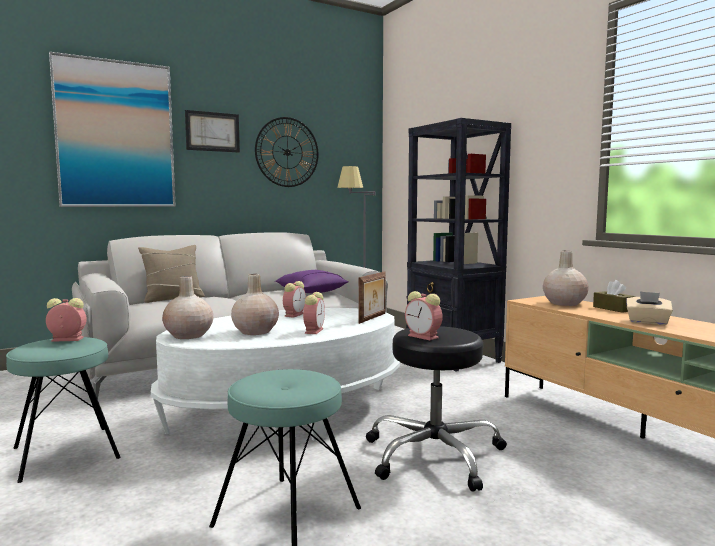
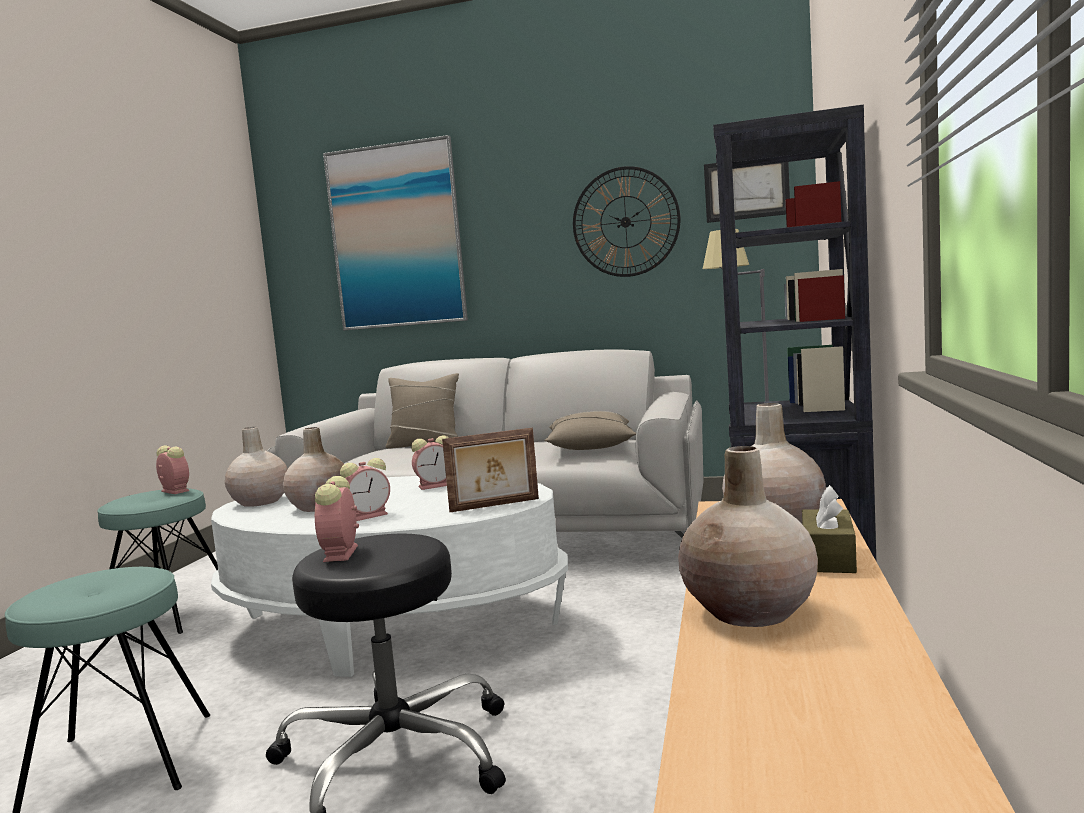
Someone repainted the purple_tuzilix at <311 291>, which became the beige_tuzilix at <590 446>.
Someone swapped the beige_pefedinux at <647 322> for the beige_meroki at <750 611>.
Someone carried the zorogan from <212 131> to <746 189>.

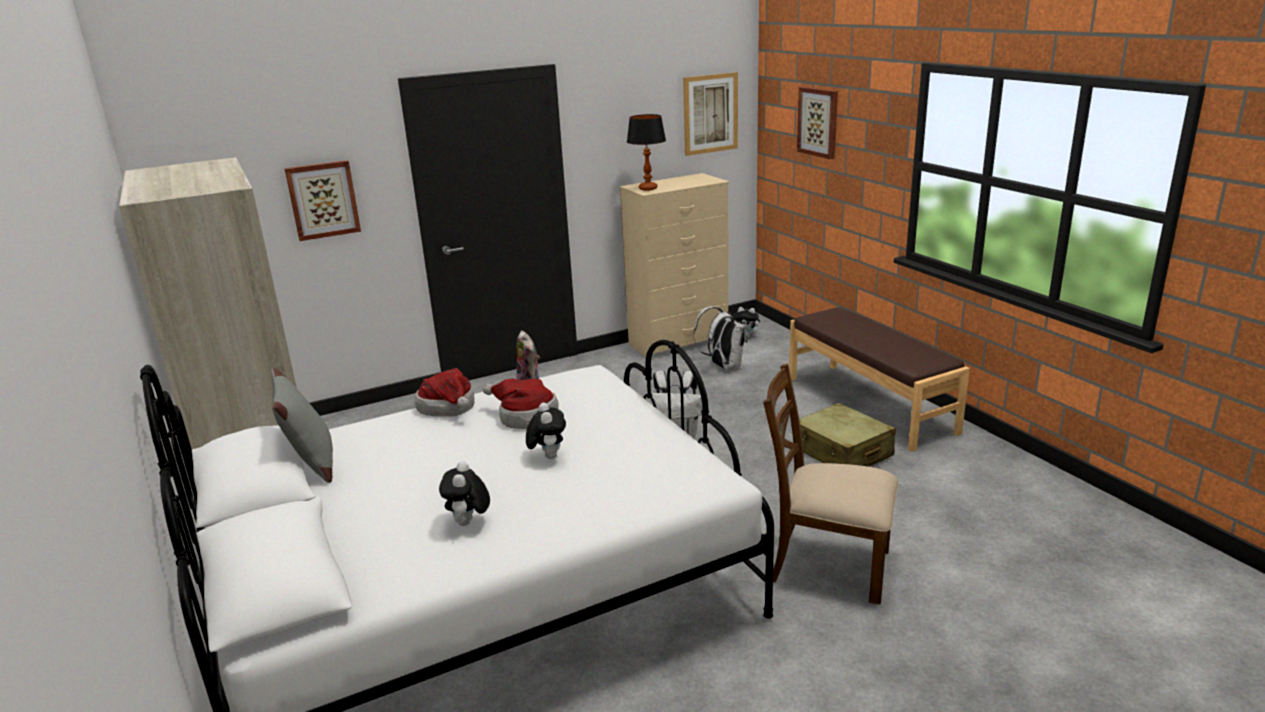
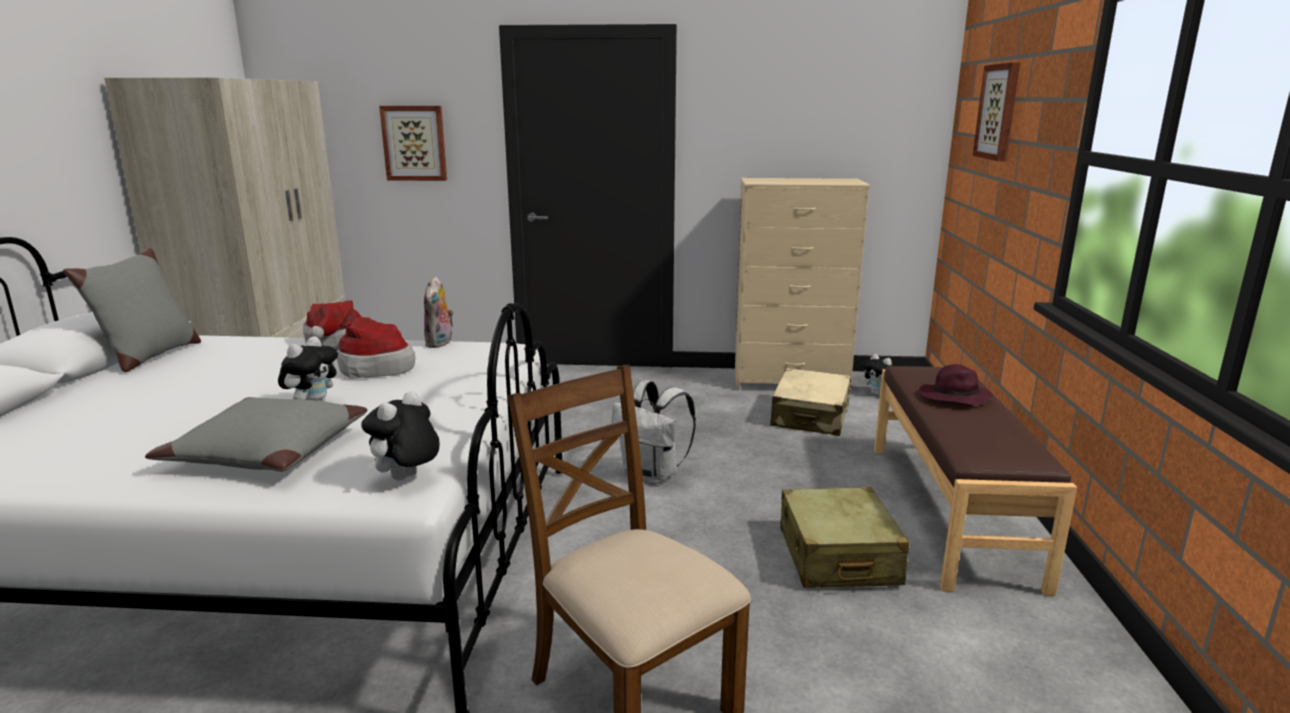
Someone put down the grey_tuzilix at <266 452>.
Someone carried the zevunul from <468 523> to <406 479>.
Someone swapped the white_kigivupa at <723 366> for the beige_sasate at <810 416>.
Someone put down the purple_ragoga at <953 398>.
Someone took away the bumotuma at <648 188>.
Someone took away the zorogan at <710 113>.

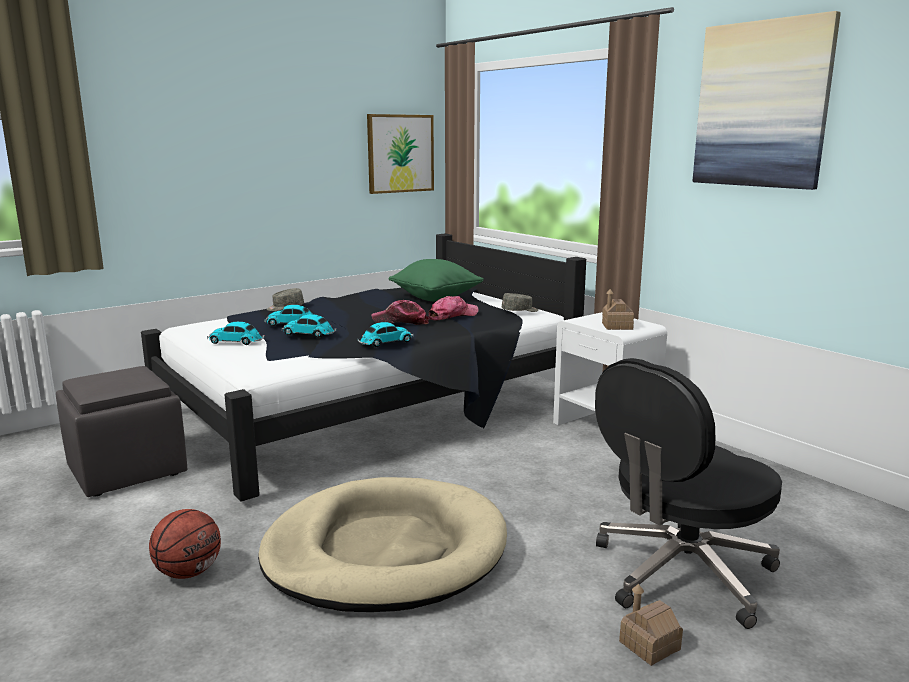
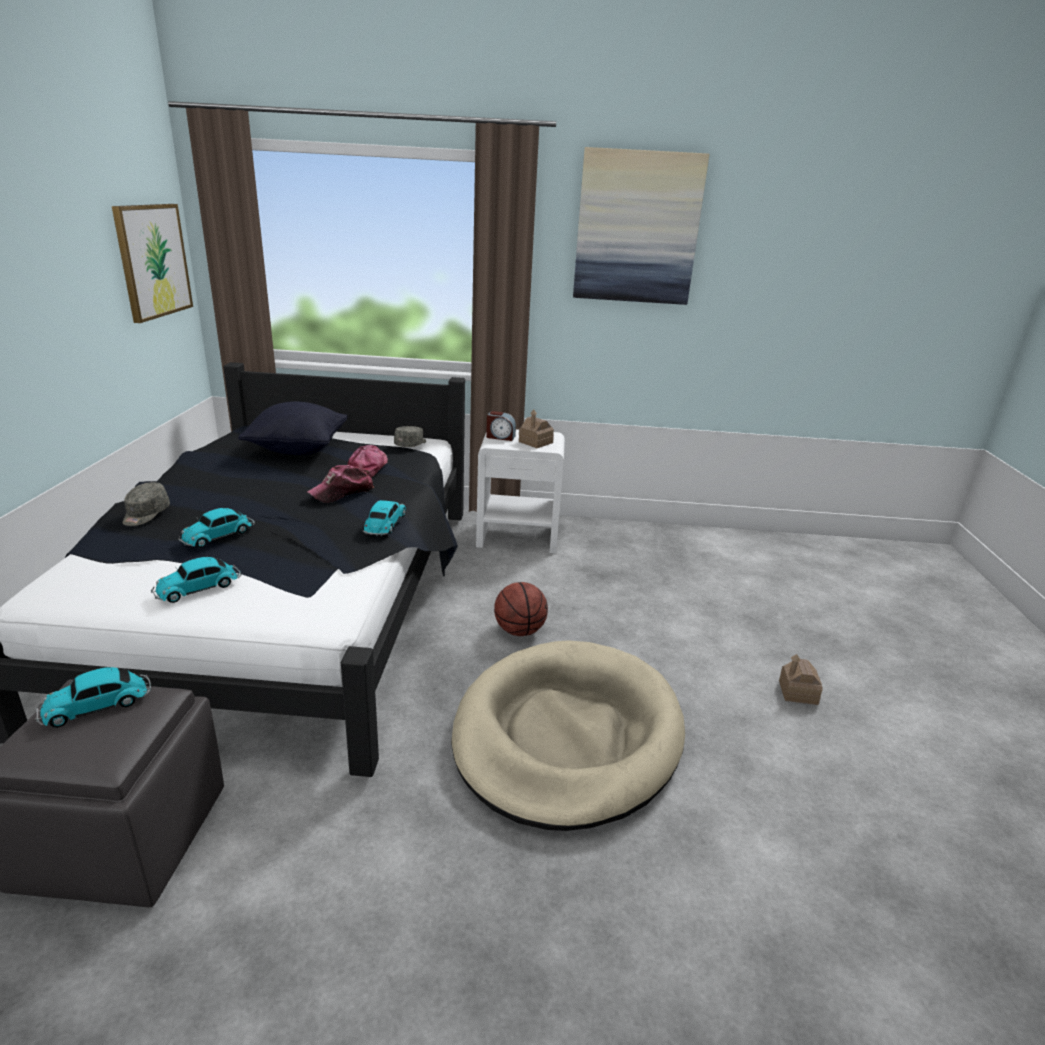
Someone carried the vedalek from <309 334> to <98 704>.
Someone repainted the green_tuzilix at <436 298>, which became the black_tuzilix at <298 449>.
Someone put down the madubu at <500 437>.
Someone carried the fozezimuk from <189 572> to <519 630>.
Someone took away the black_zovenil at <680 573>.

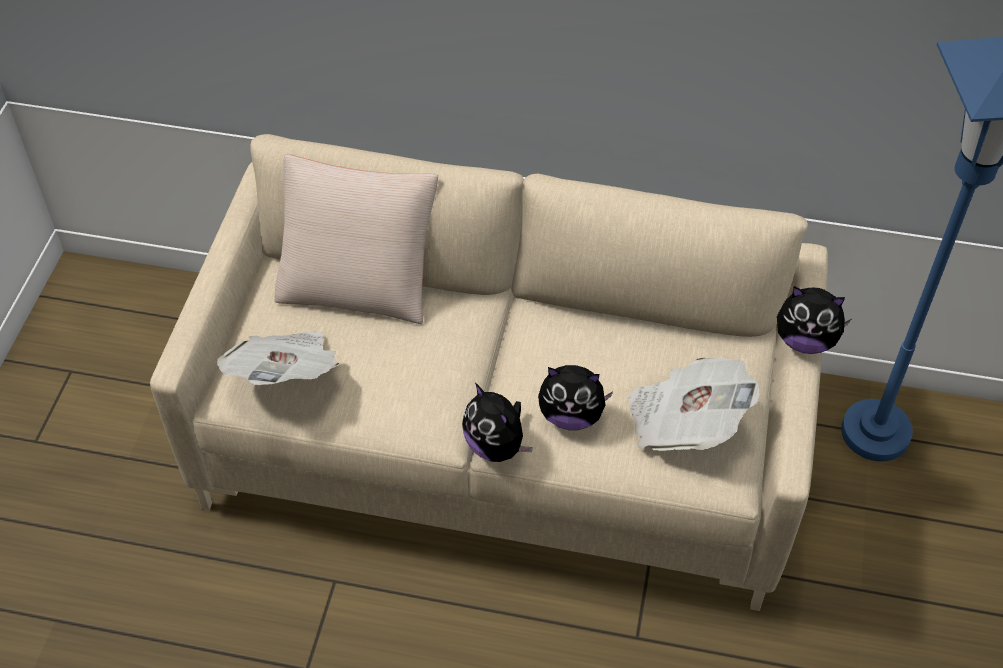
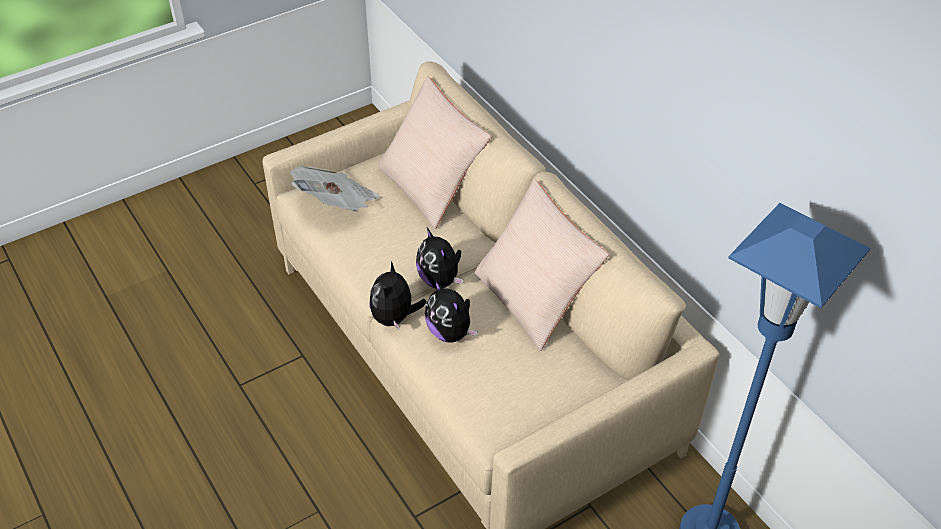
Someone carried the zevunul from <805 340> to <440 280>.
Someone put down the beige_tuzilix at <535 297>.
Someone took away the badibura at <685 422>.

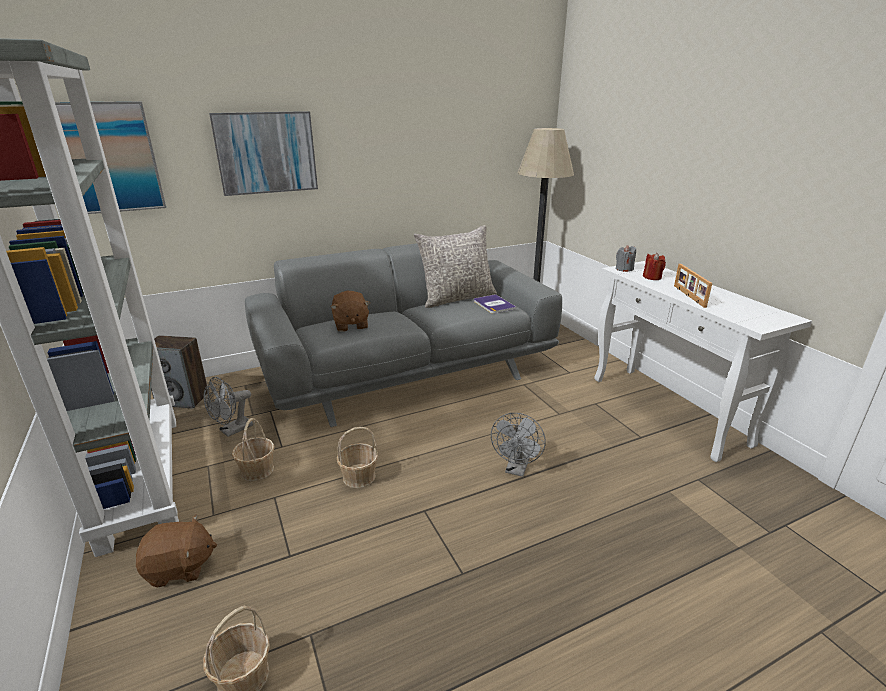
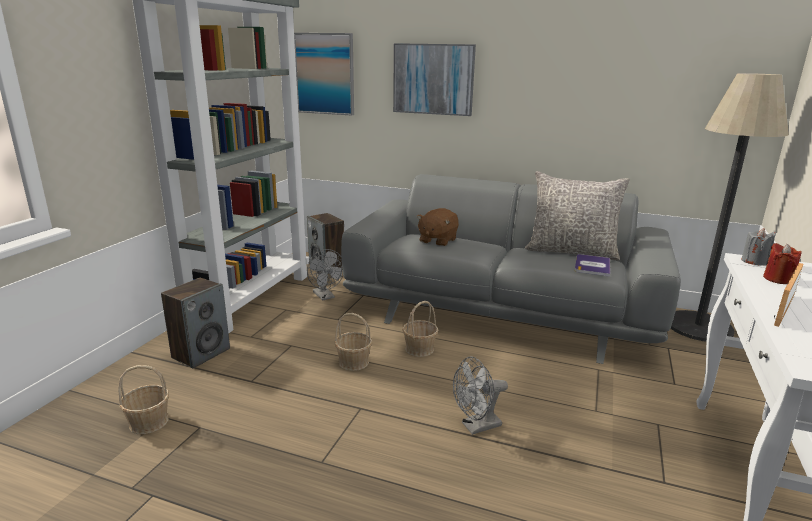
Someone swapped the brown_zevunul at <180 568> for the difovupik at <201 353>.
Someone rotated the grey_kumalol at <232 430> by 120 degrees counterclockwise.
Someone carried the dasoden from <257 470> to <419 349>.

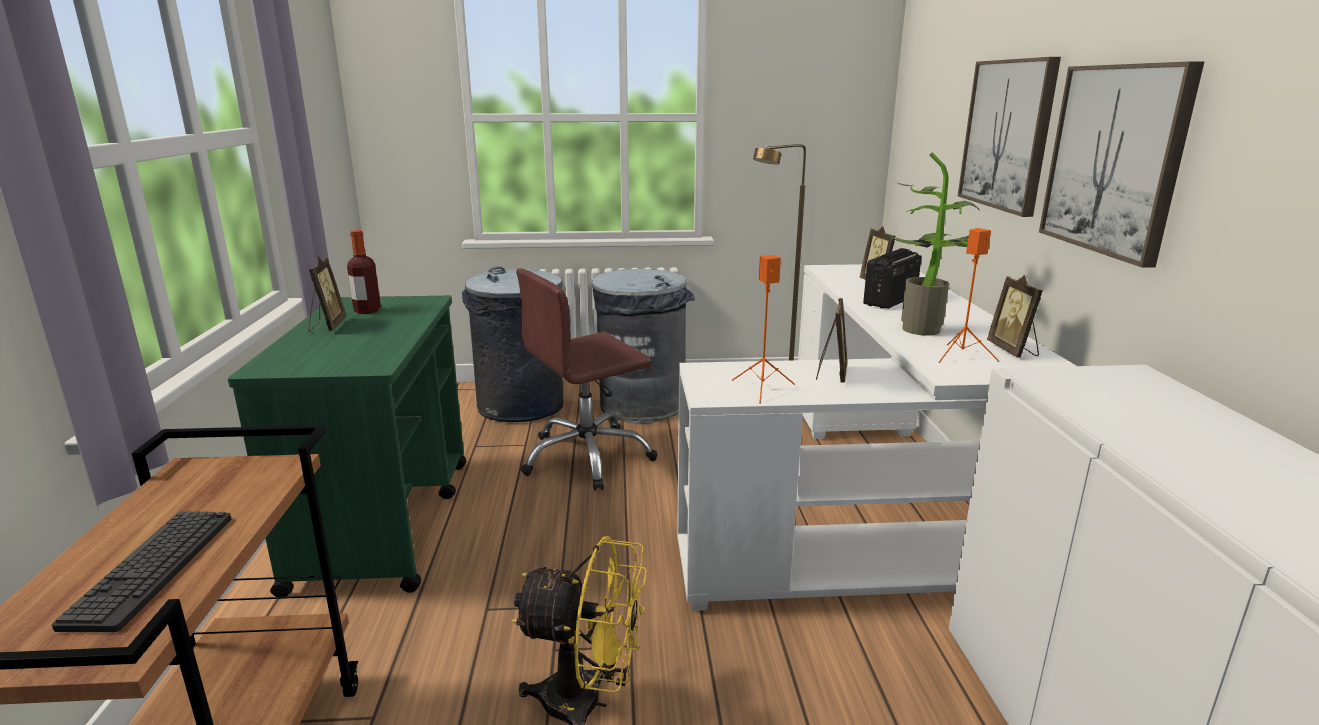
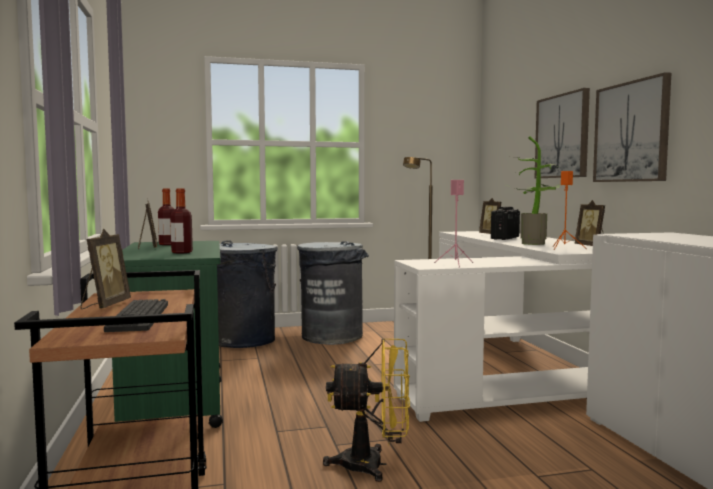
Someone carried the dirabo from <831 374> to <105 306>.
Someone put down the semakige at <182 252>.
Someone repainted the orange_difovupik at <762 389>, which became the pink_difovupik at <455 264>.
Someone took away the brown_zovenil at <587 457>.

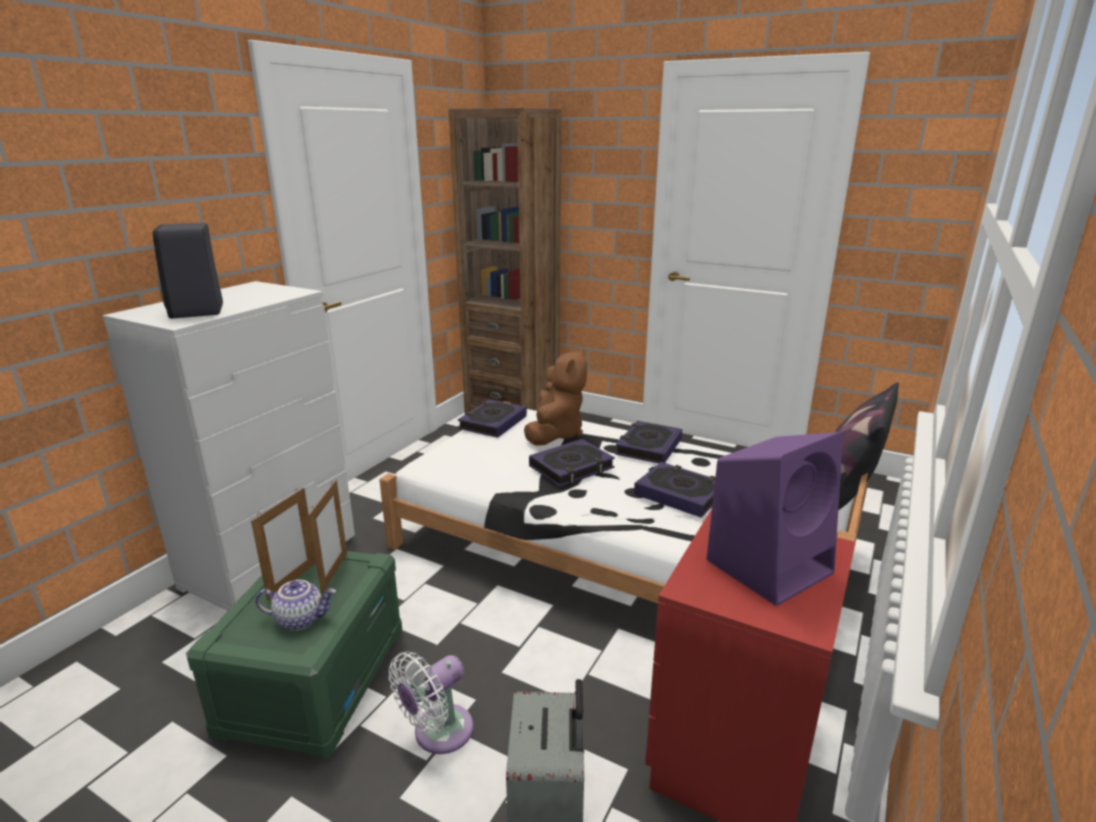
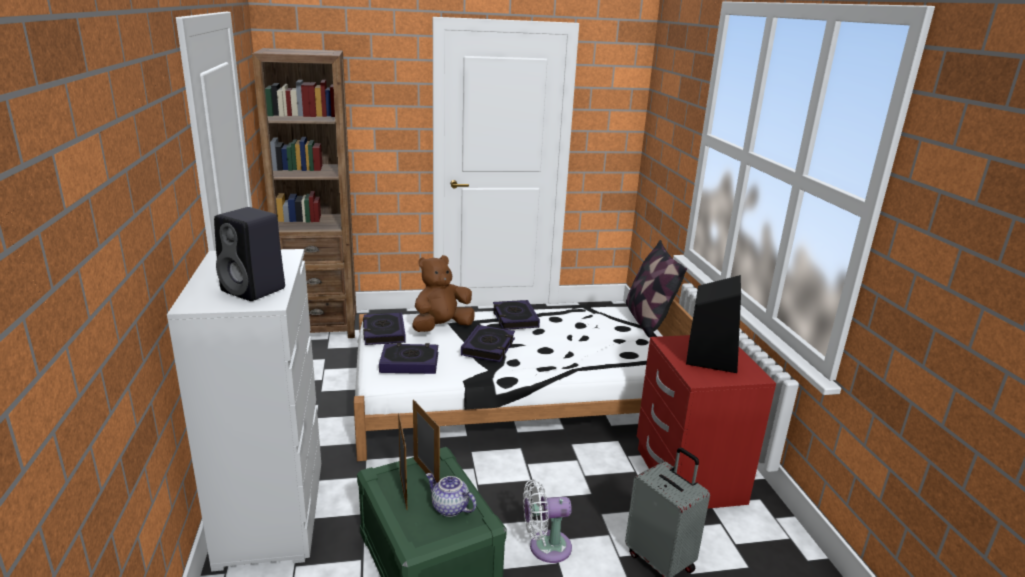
Someone carried the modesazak from <680 494> to <409 363>.
Someone rotated the brown_zevunul at <555 433> by 105 degrees counterclockwise.
Someone rotated the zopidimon at <301 619> by 105 degrees counterclockwise.
Someone rotated the white_kumalol at <438 733> by 75 degrees clockwise.
Someone repainted the purple_difovupik at <770 565>, which became the black_difovupik at <711 356>.

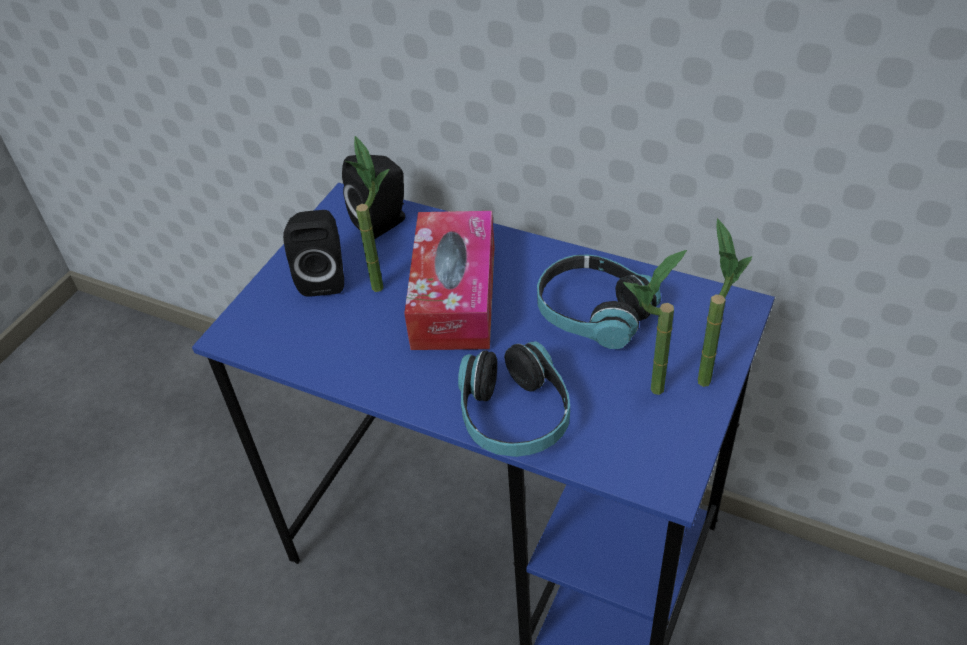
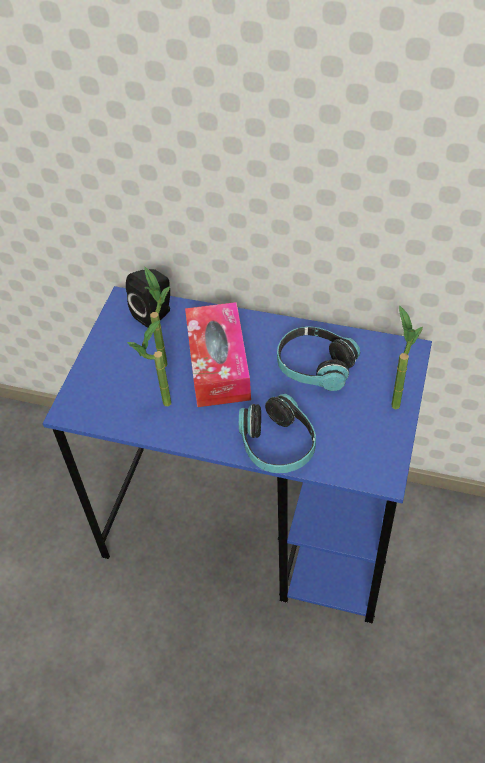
Someone carried the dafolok from <645 395> to <159 407>.
Someone took away the black_difovupik at <324 277>.

